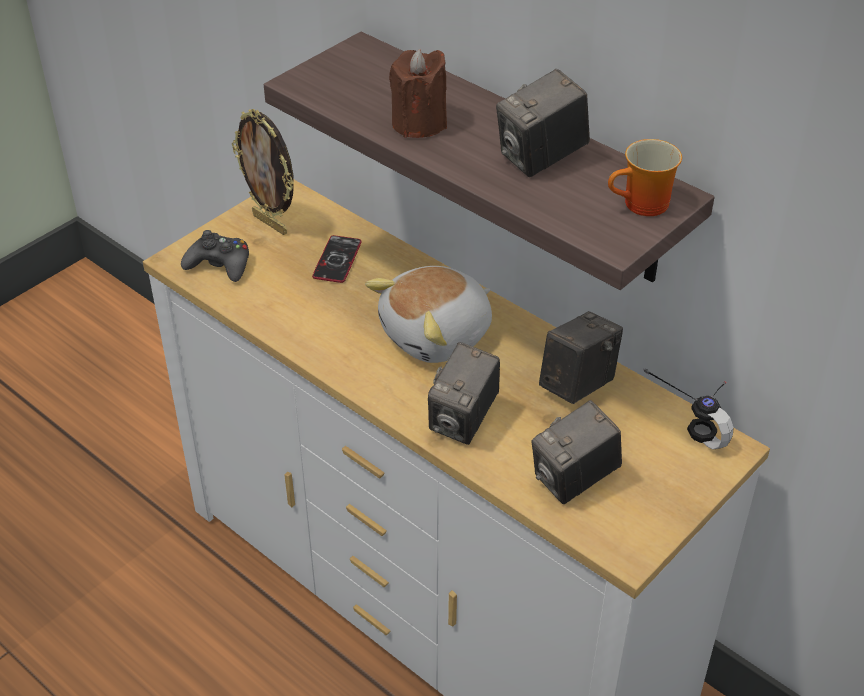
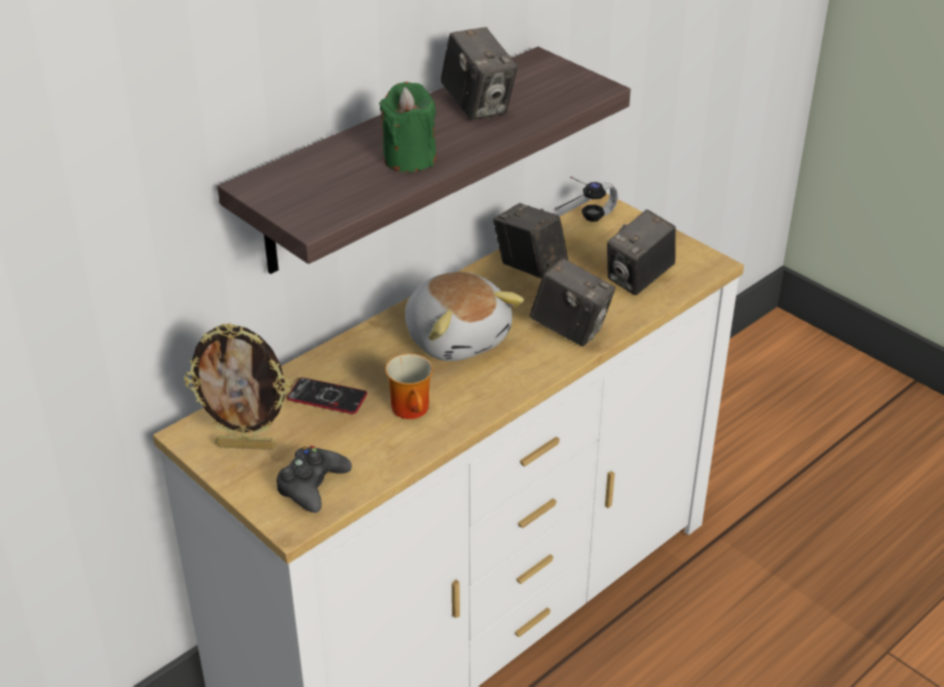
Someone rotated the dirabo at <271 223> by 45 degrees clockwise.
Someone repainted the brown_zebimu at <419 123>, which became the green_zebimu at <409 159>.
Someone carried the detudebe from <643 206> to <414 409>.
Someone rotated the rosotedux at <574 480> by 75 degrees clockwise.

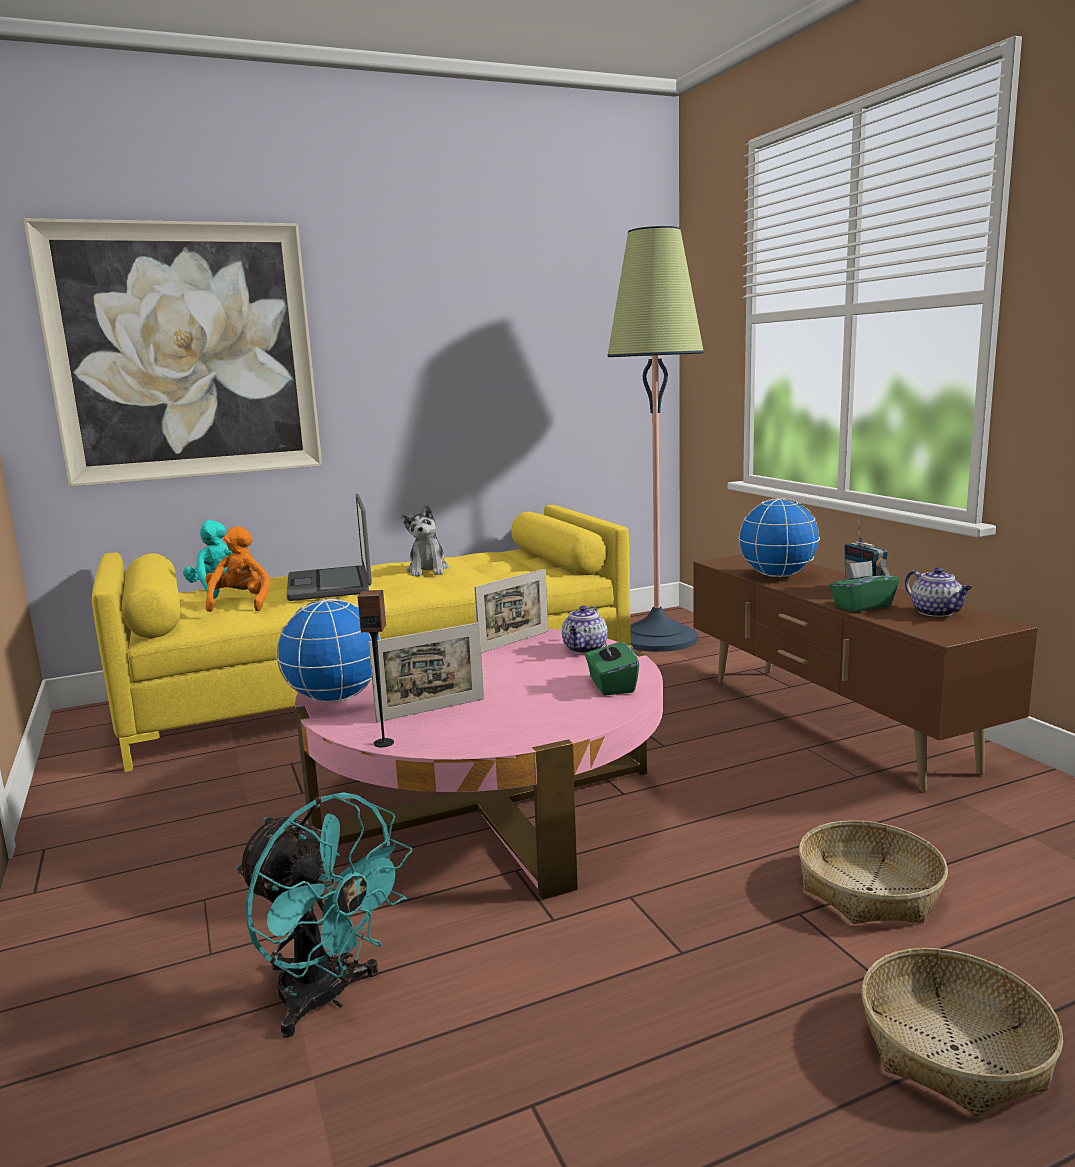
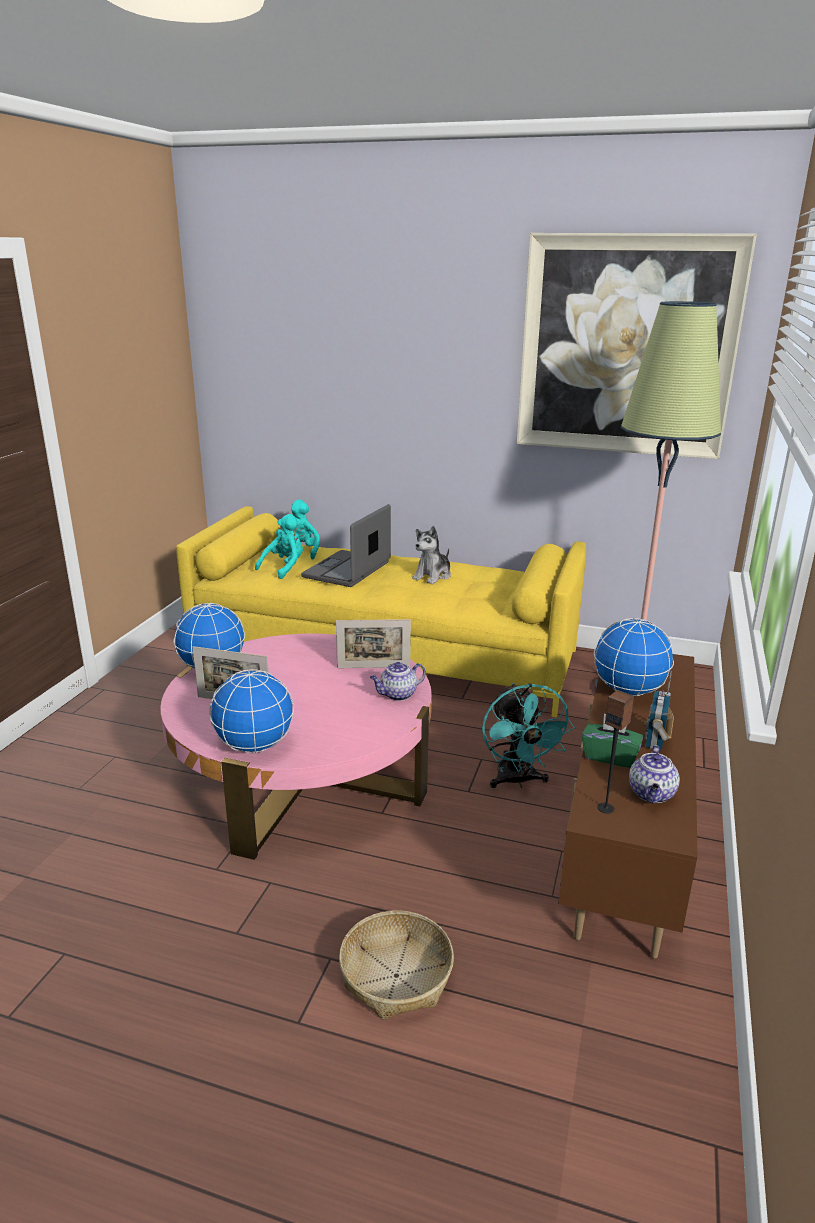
Someone put down the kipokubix at <255 745>.
Someone repainted the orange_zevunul at <240 603>, which became the turquoise_zevunul at <284 568>.
Someone carried the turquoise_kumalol from <327 998> to <517 781>.
Someone carried the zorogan from <185 352> to <626 347>.
Someone carried the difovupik from <384 743> to <606 808>.
Someone took away the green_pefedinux at <611 686>.
Someone took away the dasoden at <953 1048>.

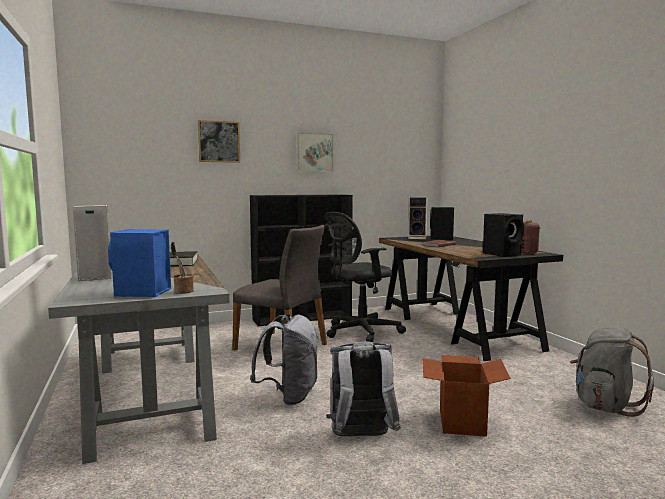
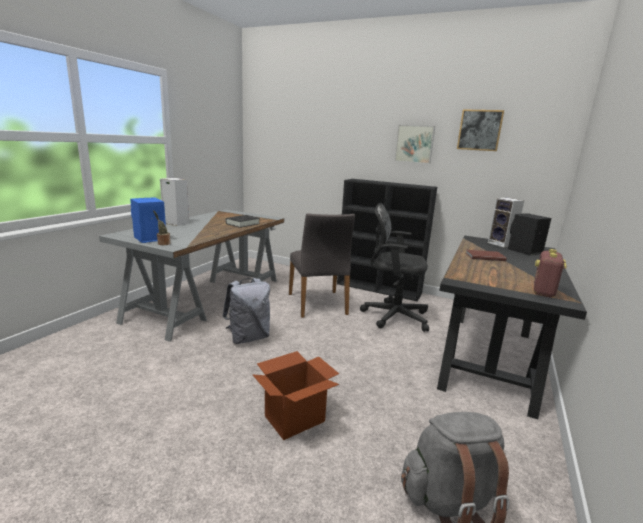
Someone carried the zorogan from <219 141> to <479 130>.
Someone took away the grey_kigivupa at <361 438>.
Someone took away the black_difovupik at <503 254>.

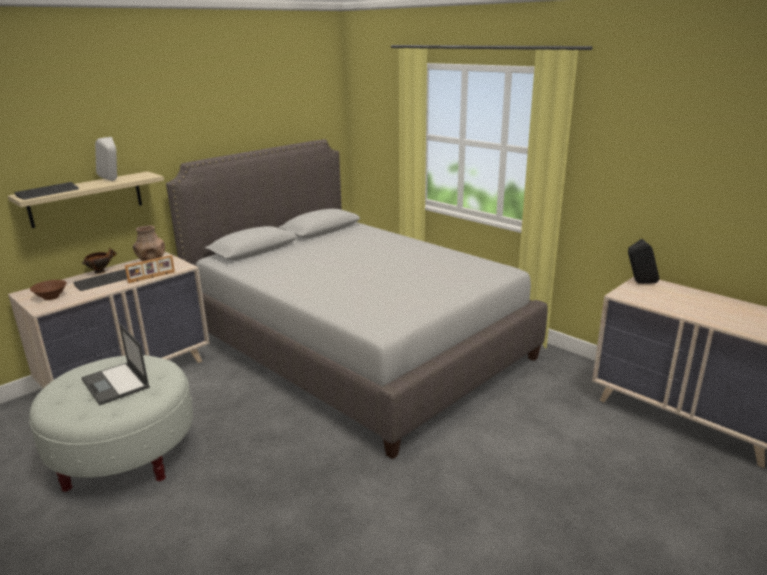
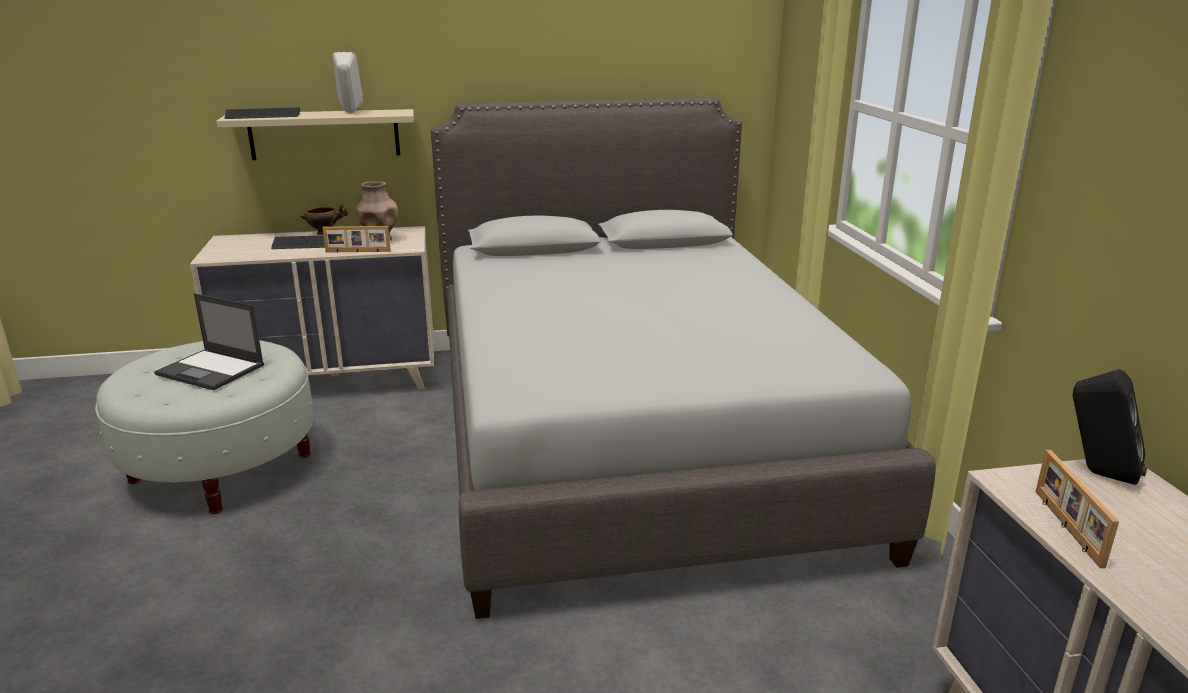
Someone rotated the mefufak at <116 383> by 60 degrees counterclockwise.
Someone put down the dirabo at <1065 527>.
Someone took away the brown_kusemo at <51 297>.

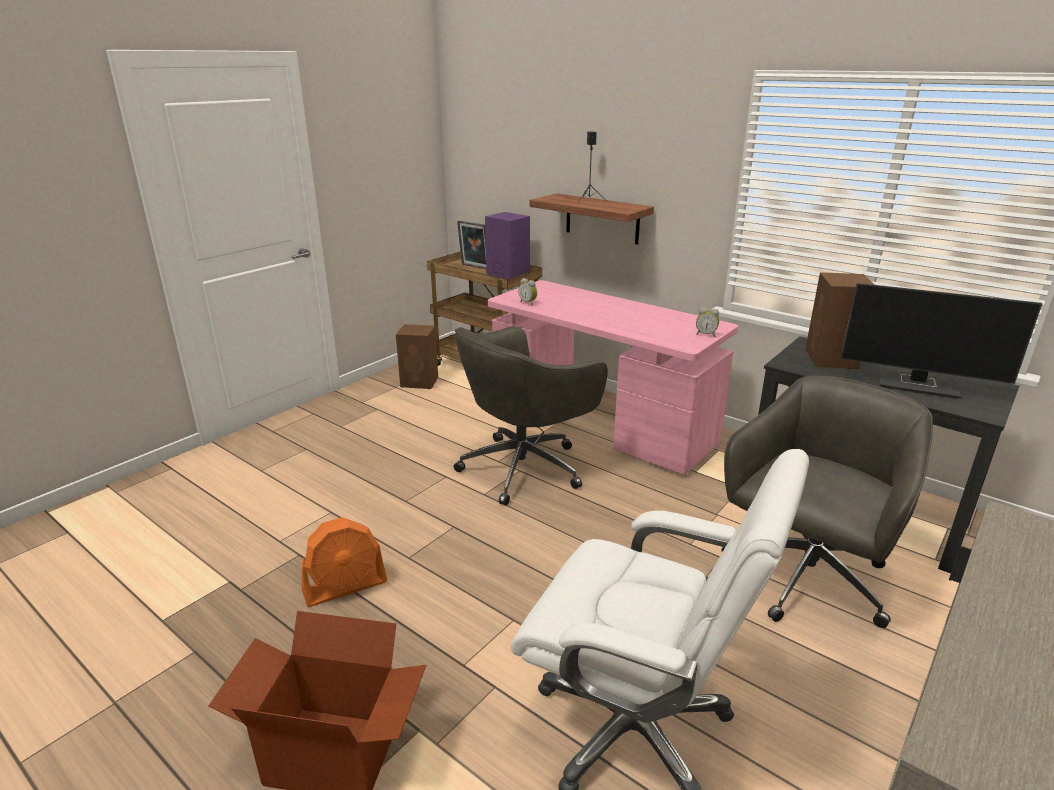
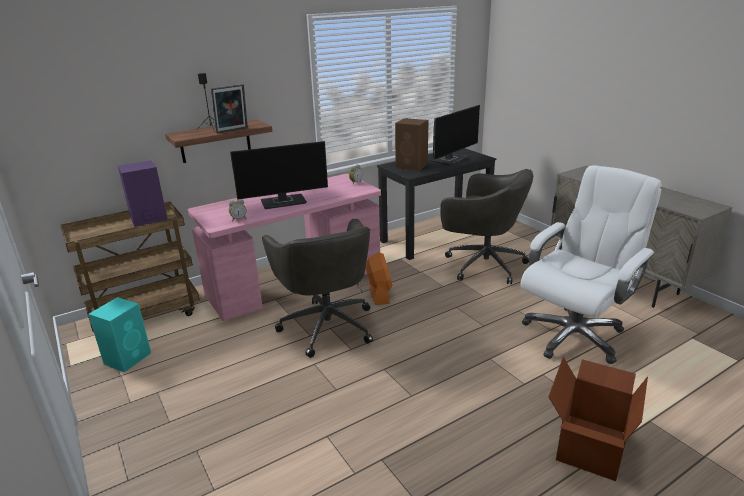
Someone repainted the brown_difovupik at <420 382>, which became the turquoise_difovupik at <128 358>.
Someone carried the dirabo from <474 267> to <232 130>.
Someone put down the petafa at <284 202>.
Someone carried the orange_kumalol from <345 586> to <379 293>.
Someone rotated the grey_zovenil at <805 579> by 150 degrees clockwise.

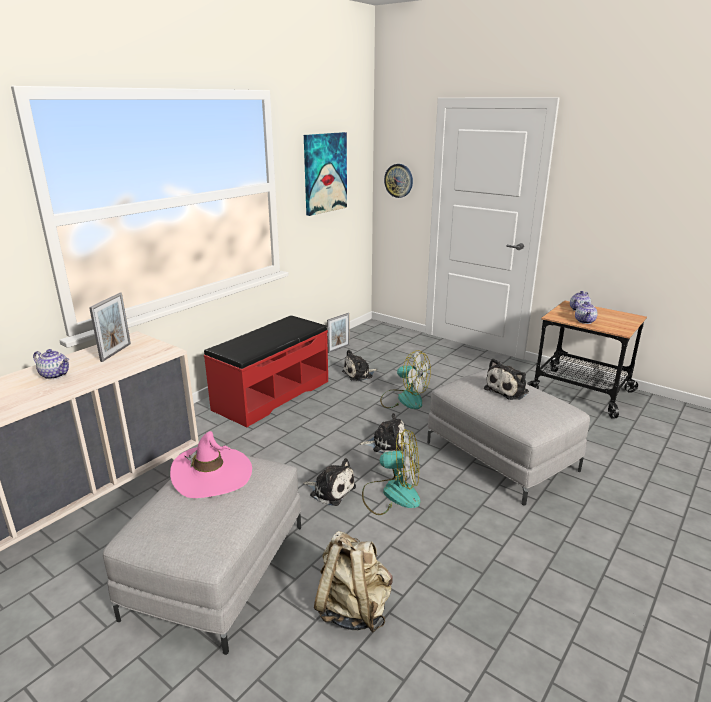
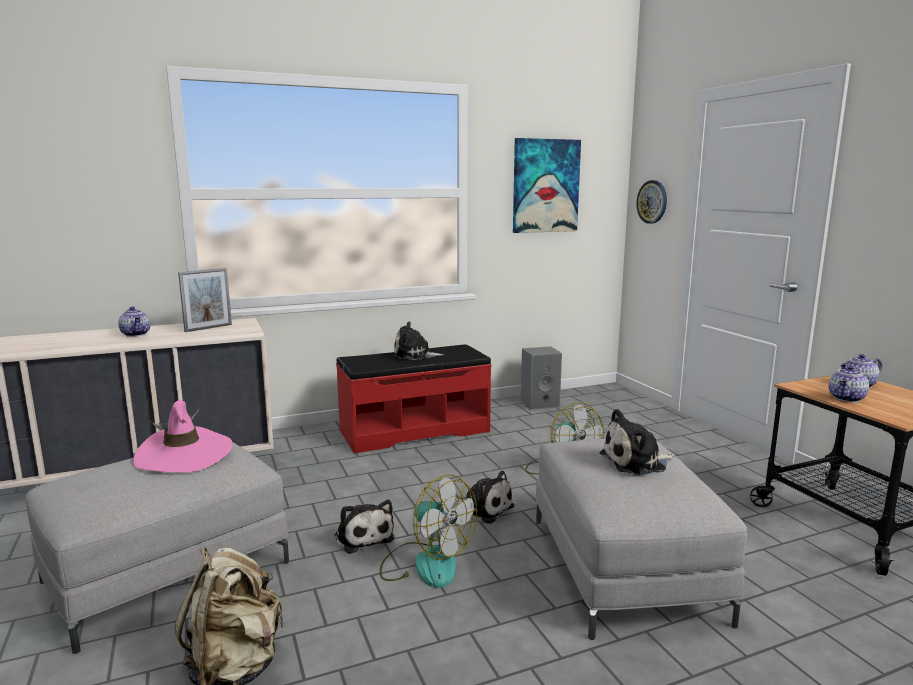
Someone carried the zevunul from <359 374> to <415 355>.
Someone swapped the dirabo at <338 348> for the grey_difovupik at <540 403>.

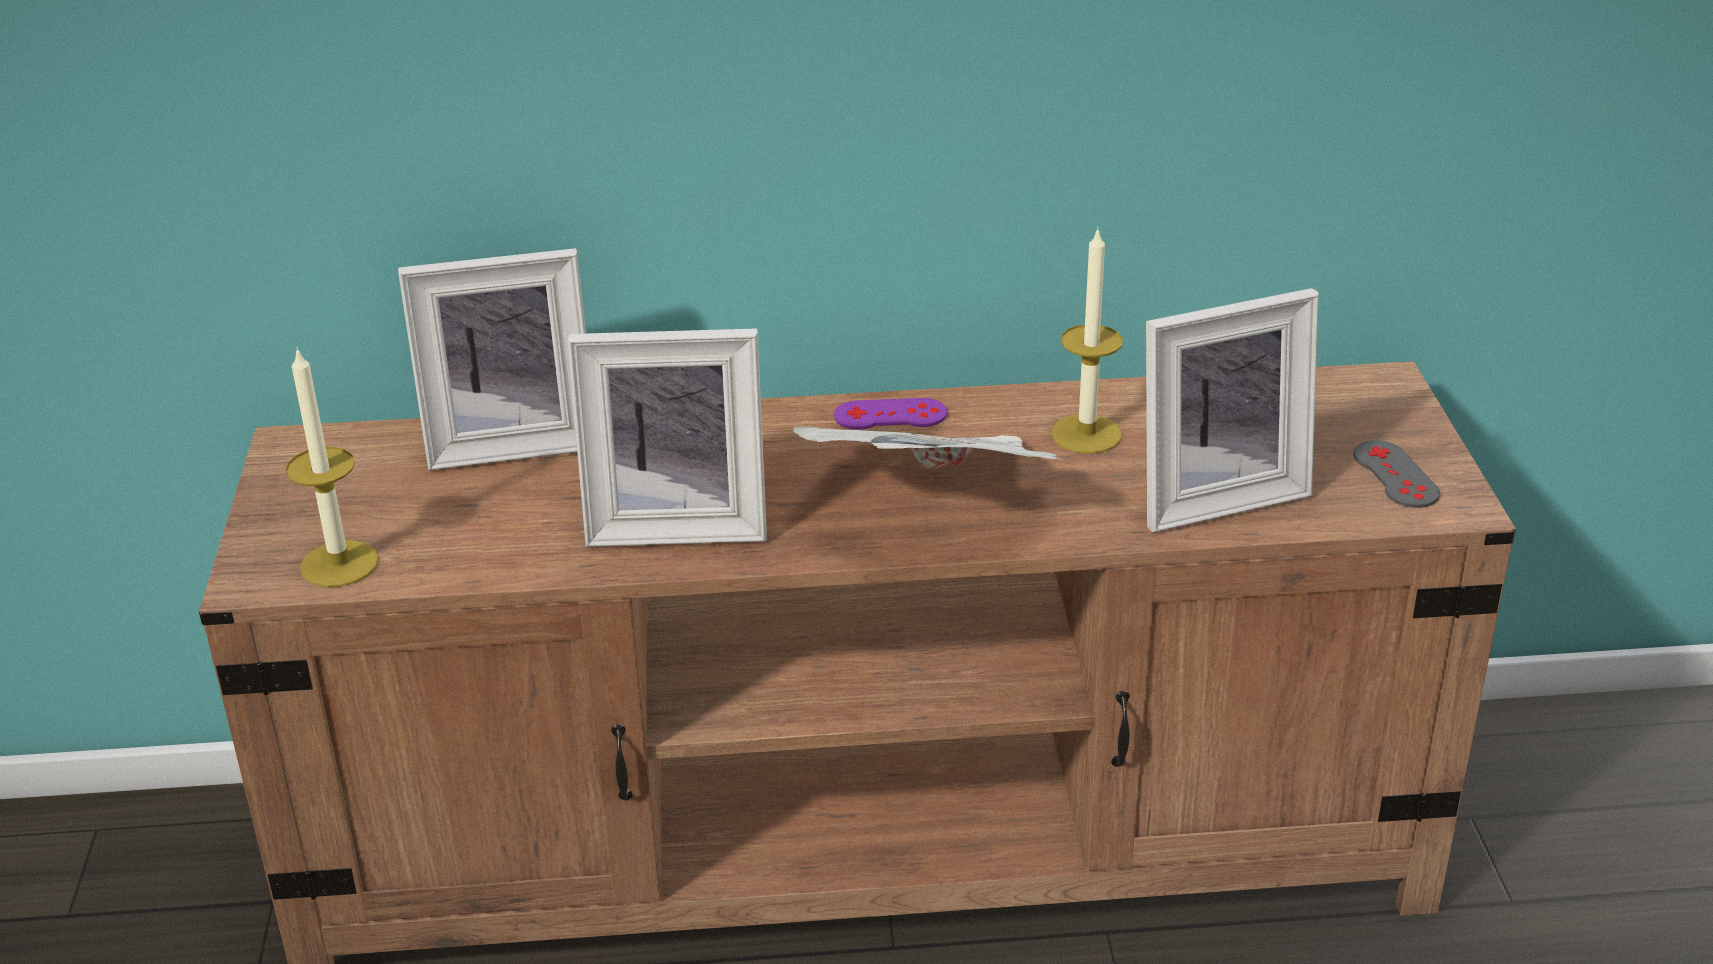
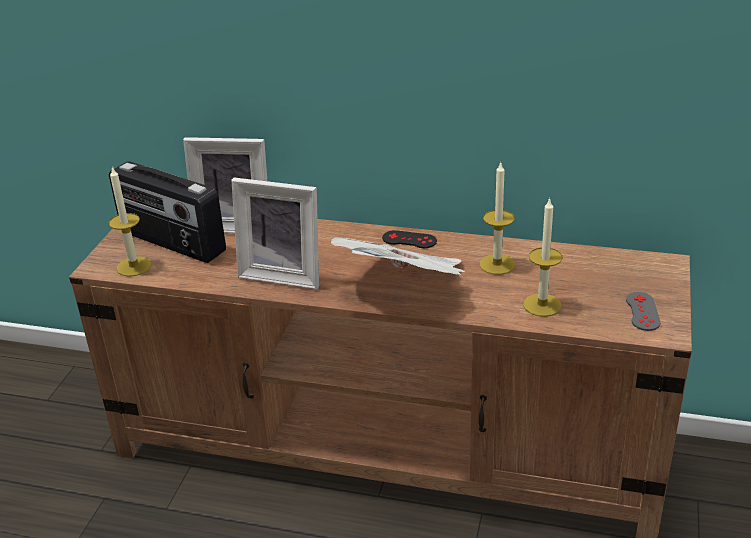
Someone put down the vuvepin at <171 243>.
Someone repainted the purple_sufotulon at <890 415>, which became the black_sufotulon at <409 240>.
Someone swapped the dirabo at <1214 495> for the zebimu at <542 305>.

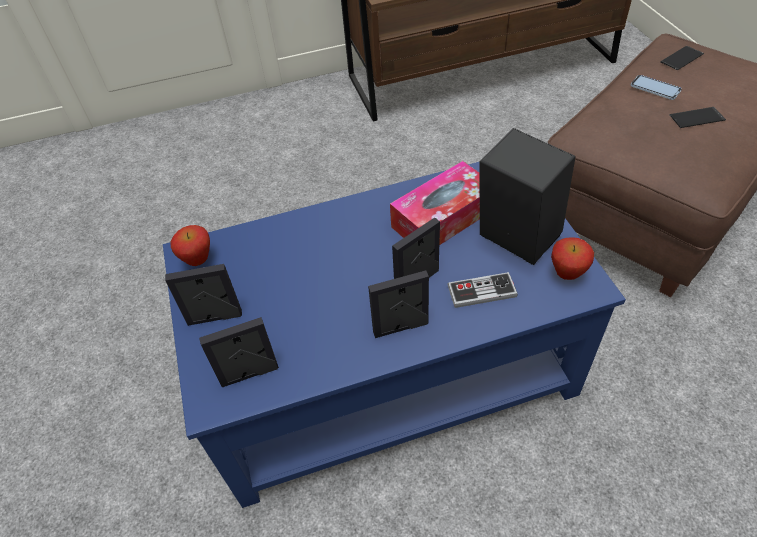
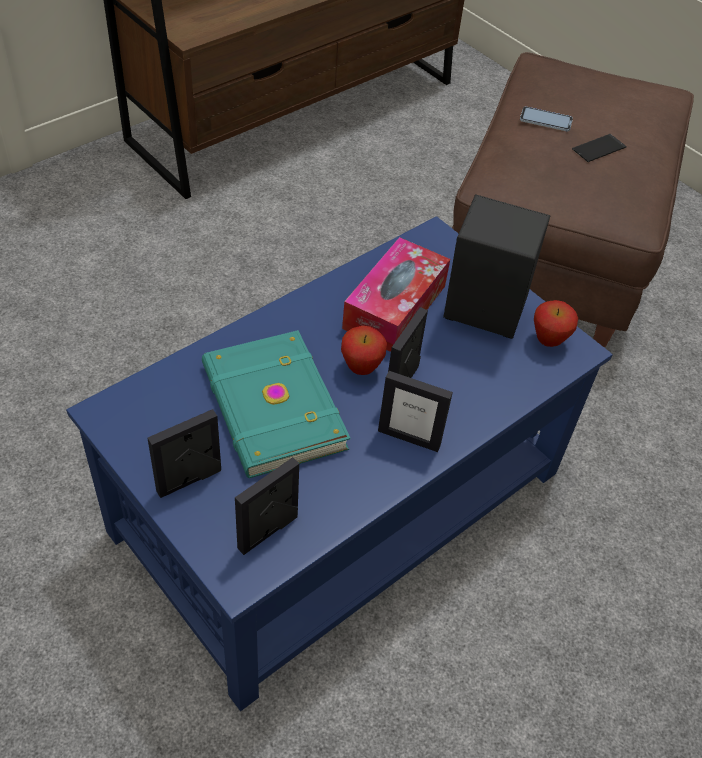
Someone put down the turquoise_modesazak at <271 408>.
Someone carried the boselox from <198 260> to <361 368>.
Someone rotated the dirabo at <401 328> by 120 degrees counterclockwise.
Someone took away the sufotulon at <481 291>.
Someone took away the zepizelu at <681 58>.

